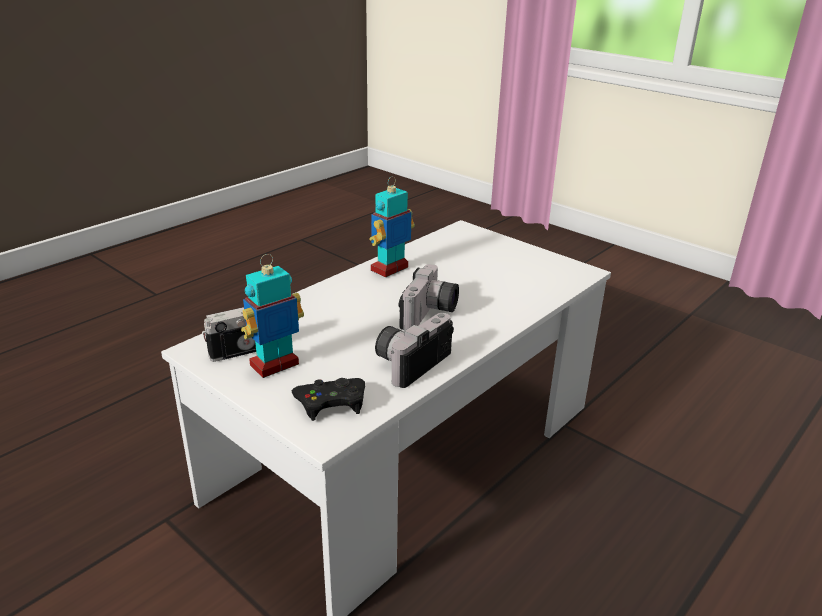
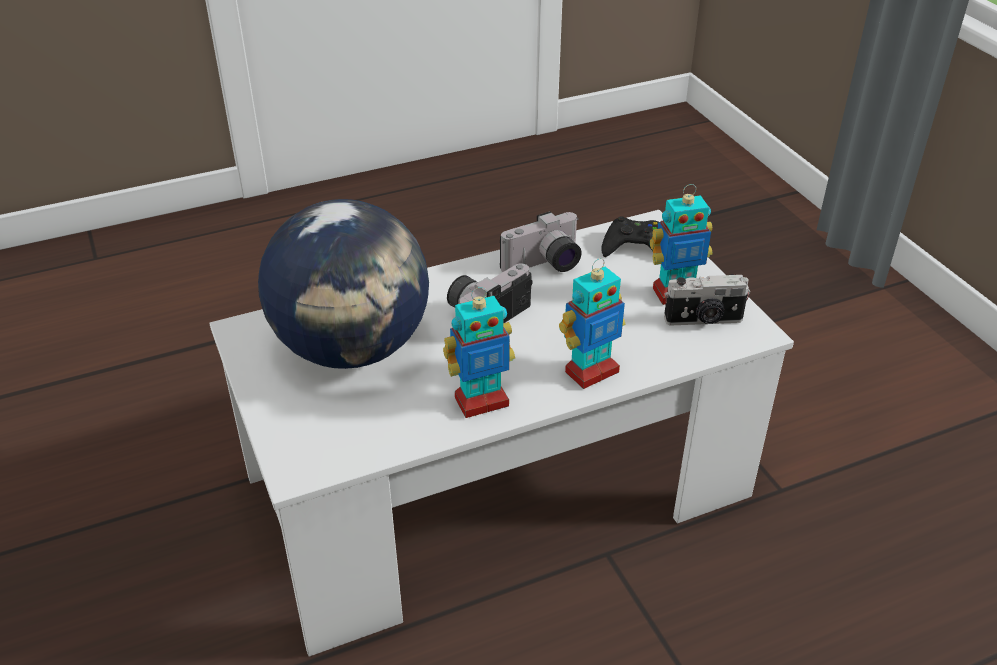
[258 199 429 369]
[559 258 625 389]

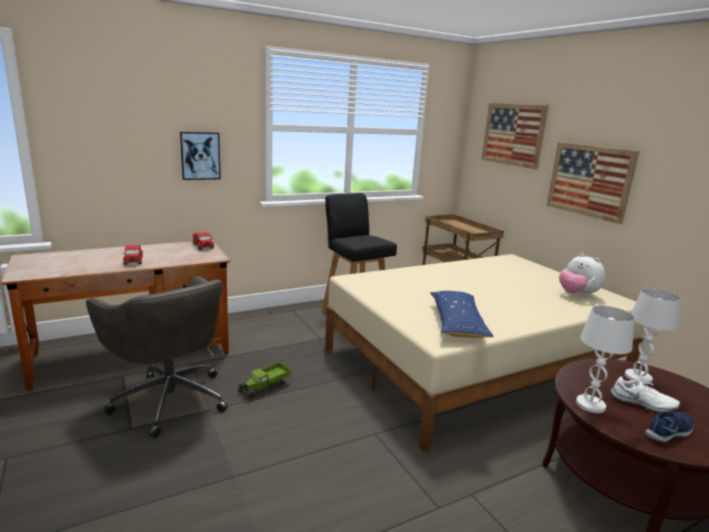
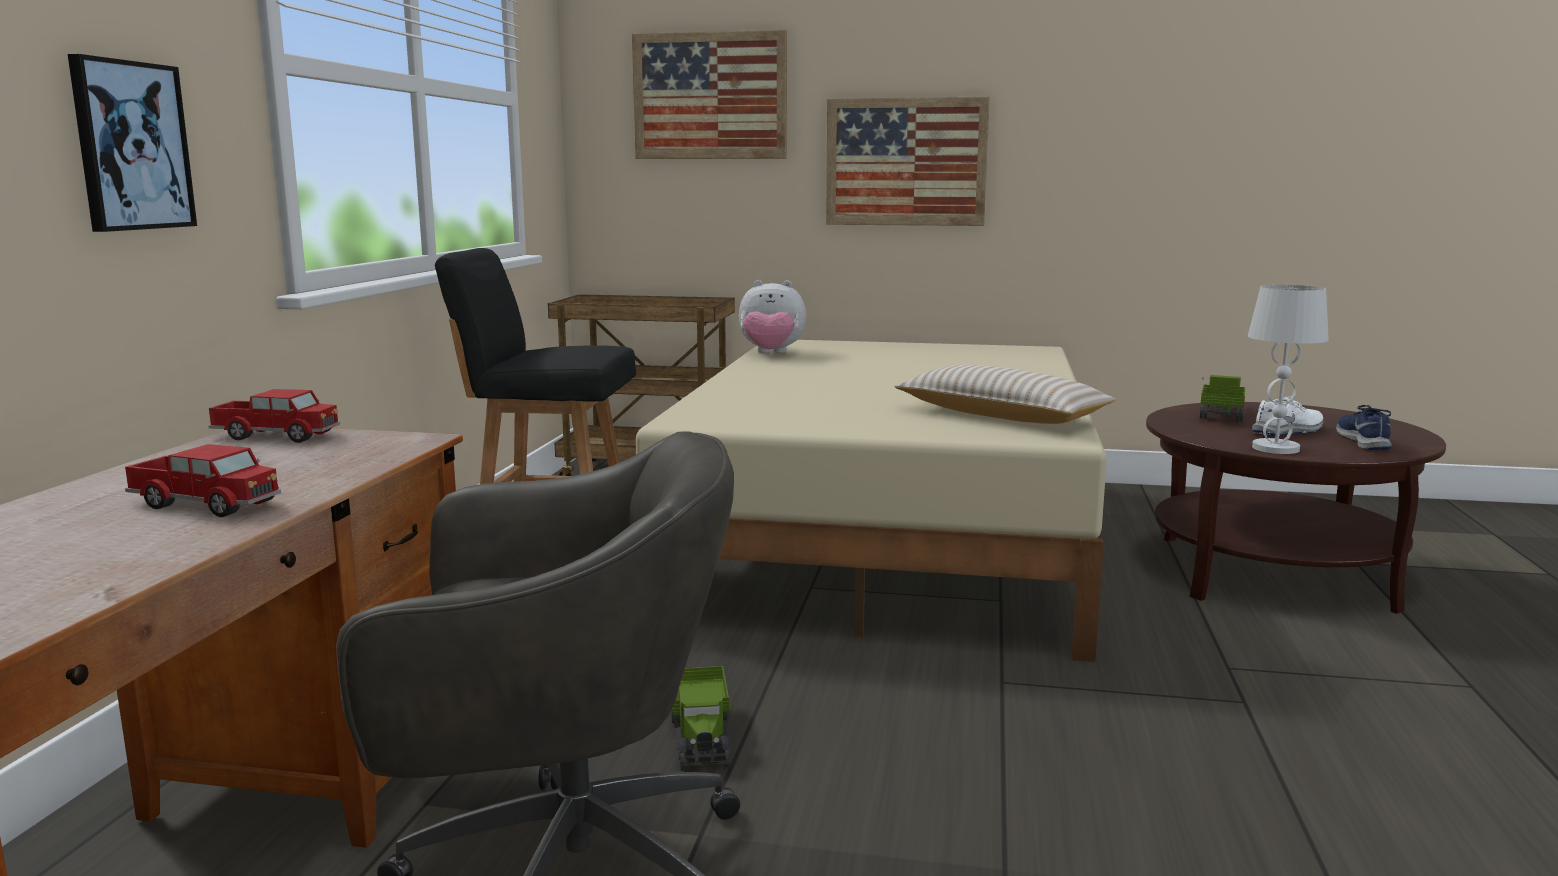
[739 280 806 353]
[1200 375 1245 422]
[895 364 1116 424]

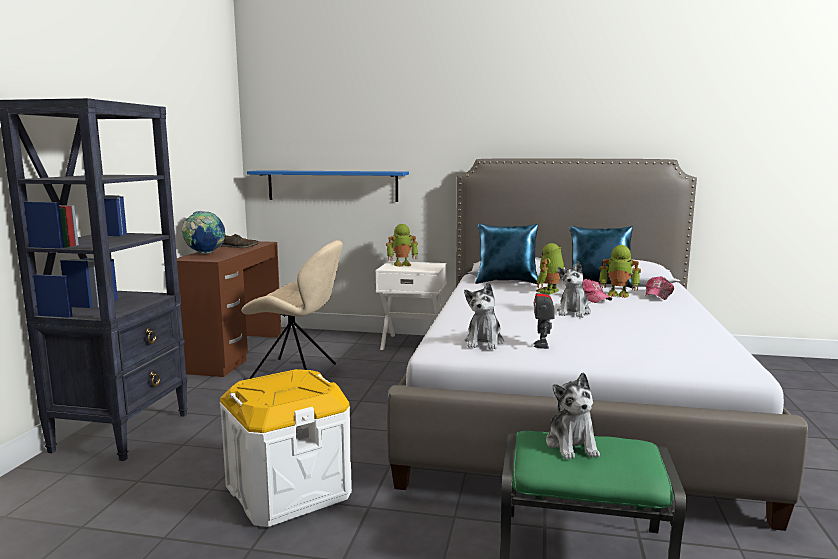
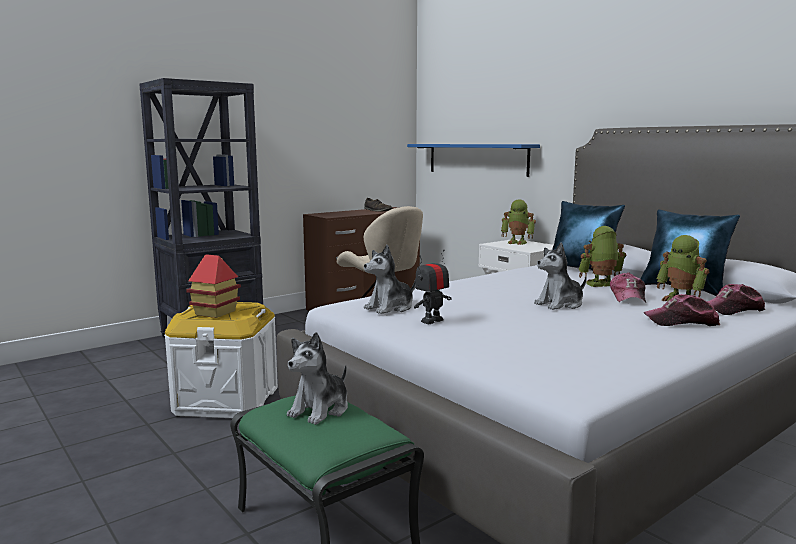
[182 211 225 254] (first image)
[186 254 241 318]
[643 294 720 326]

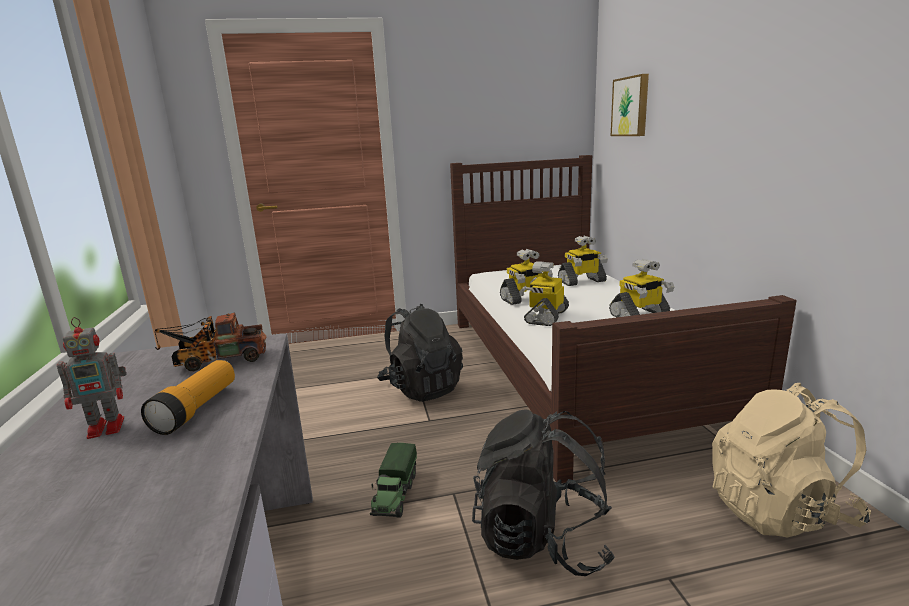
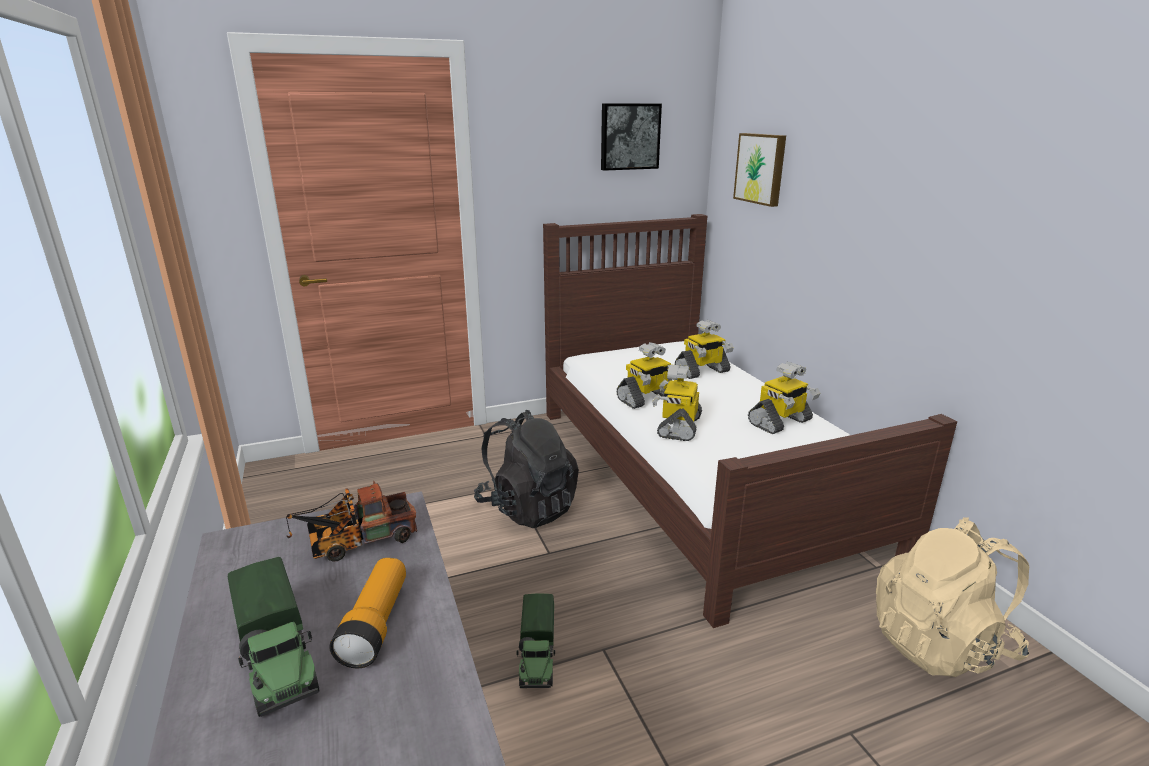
[228 557 319 717]
[472 409 615 576] (first image)
[601 104 662 171]

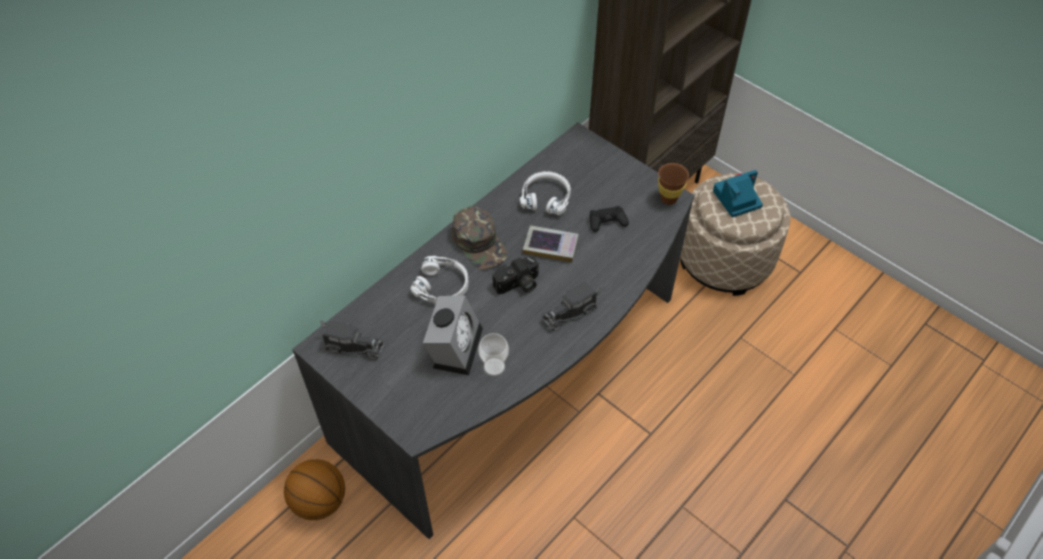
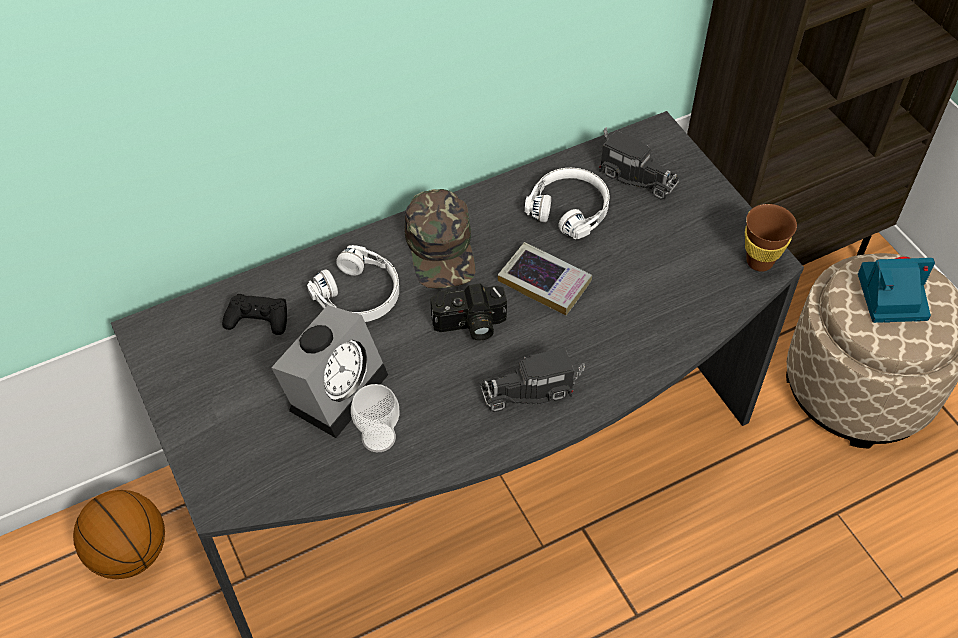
[222 294 287 335]
[599 127 679 200]

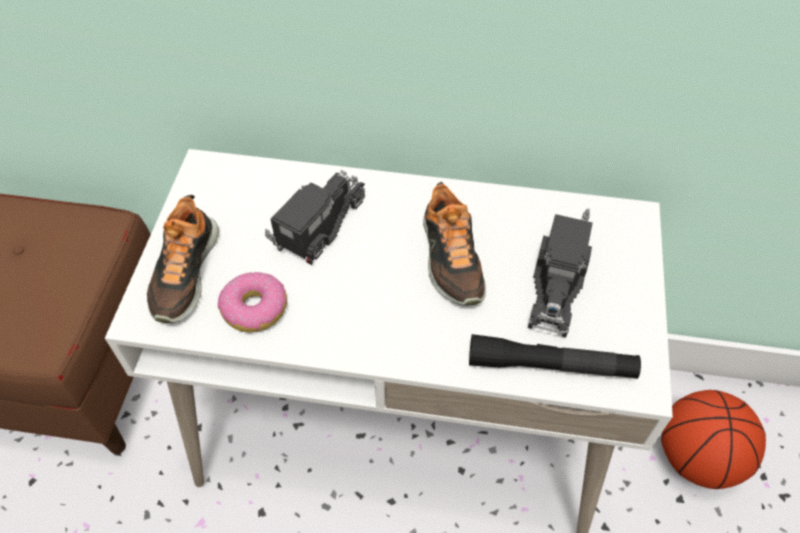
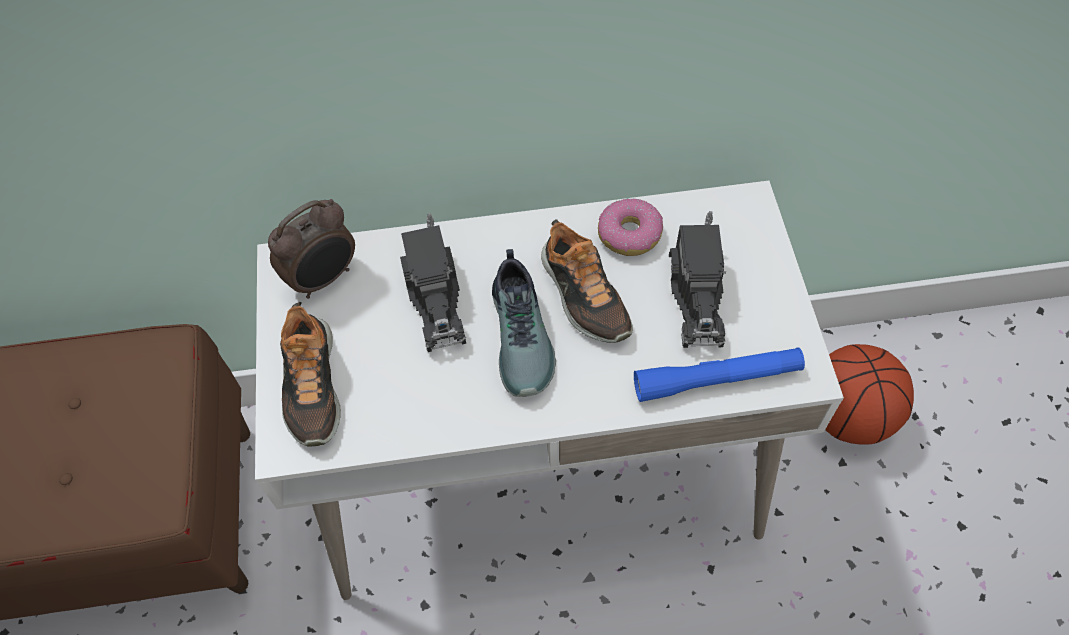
[400 213 466 352]
[598 198 663 256]
[634 347 805 402]
[268 199 355 299]
[492 249 556 397]

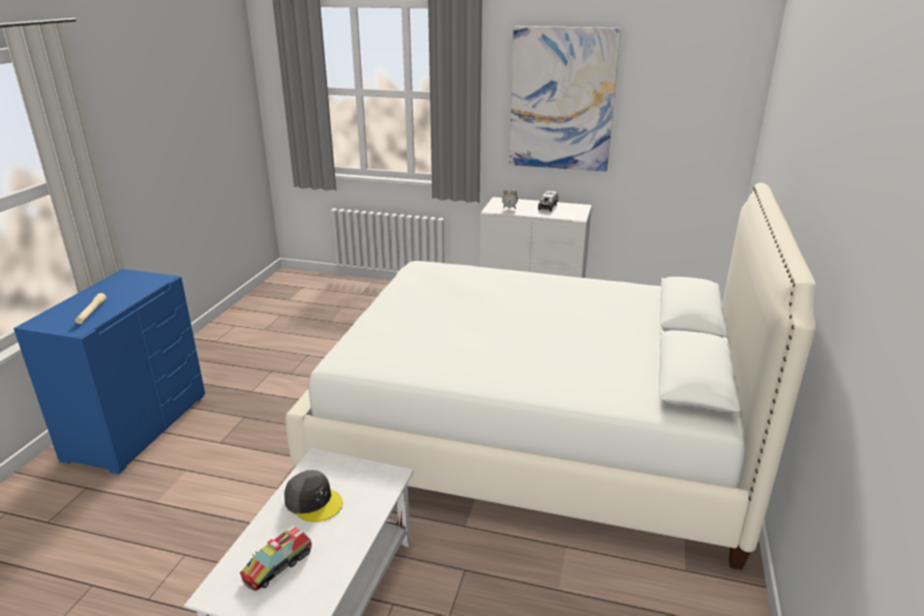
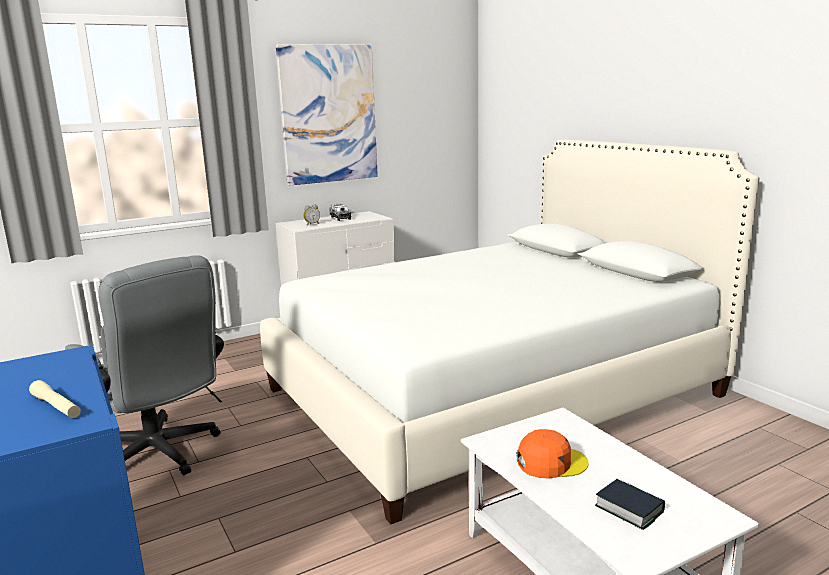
[517 429 588 479]
[595 479 665 530]
[65 255 224 476]

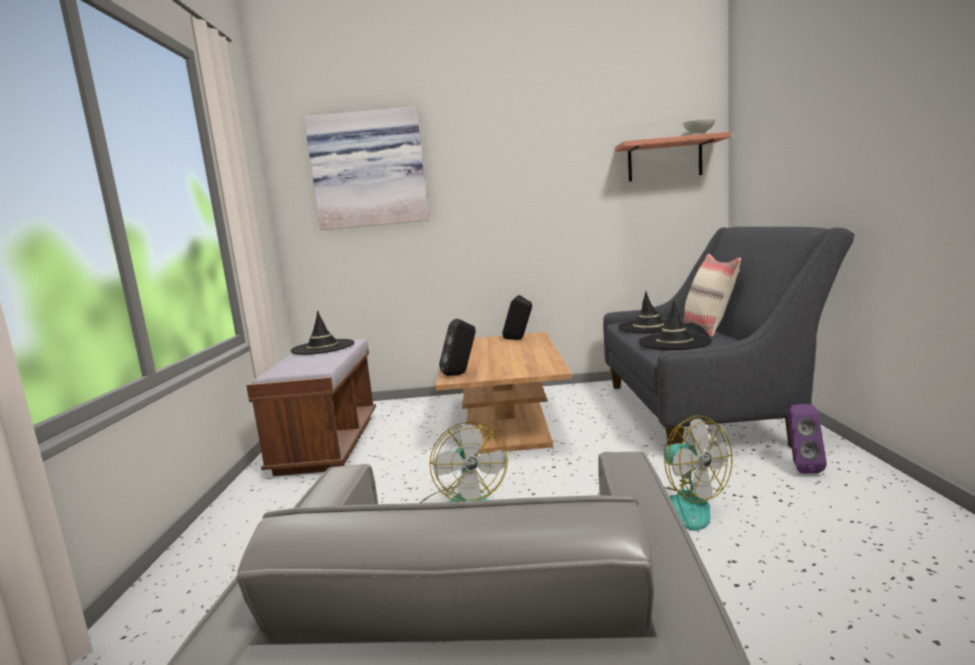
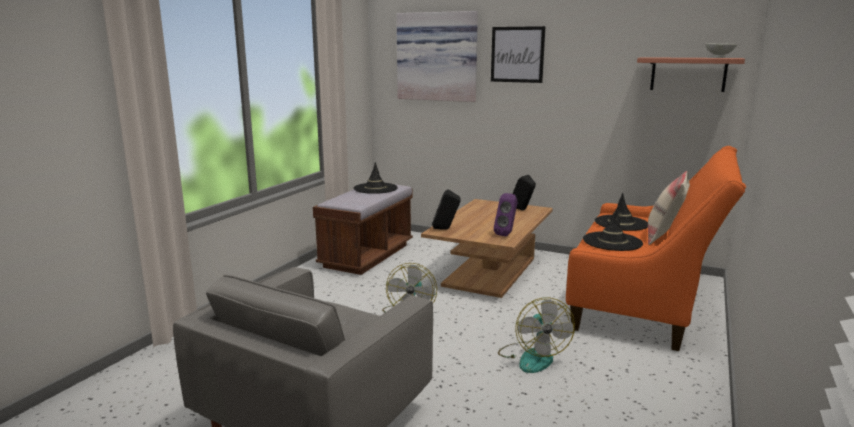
[566 146 746 351]
[493 193 518 236]
[491 26 546 83]

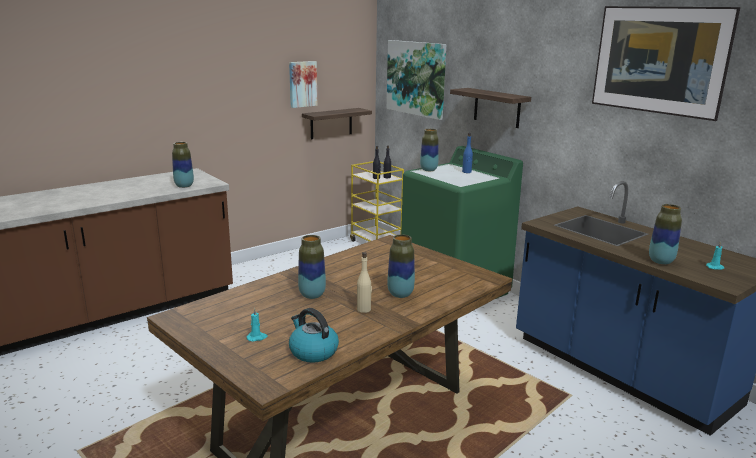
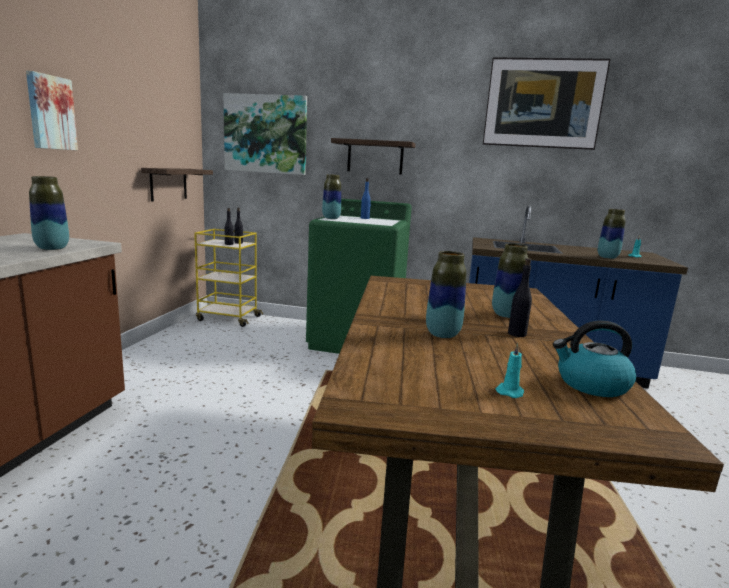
[26 71 78 150]
[508 258 532 337]

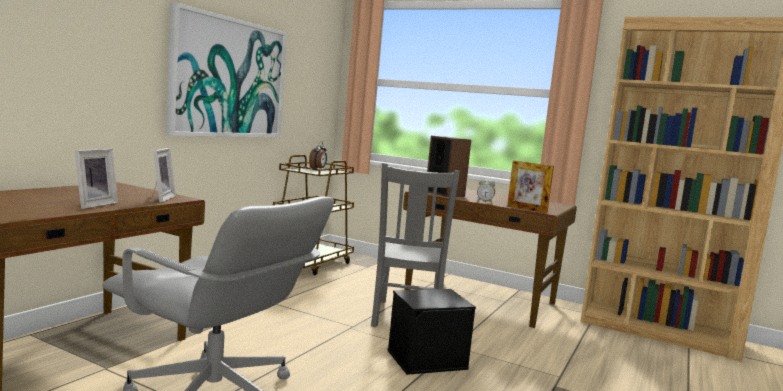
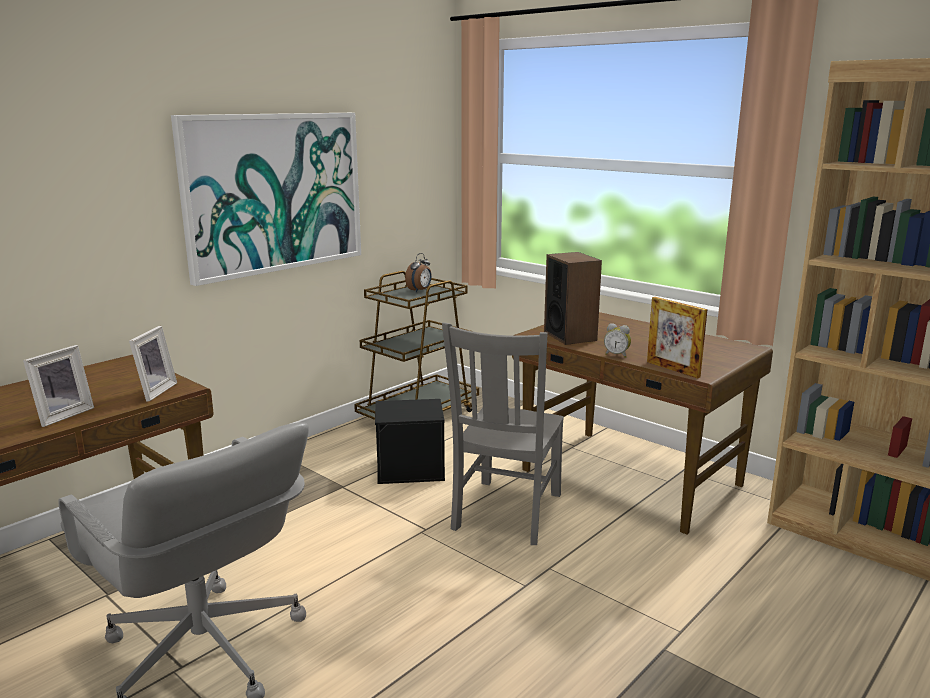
[375 399 445 484]

